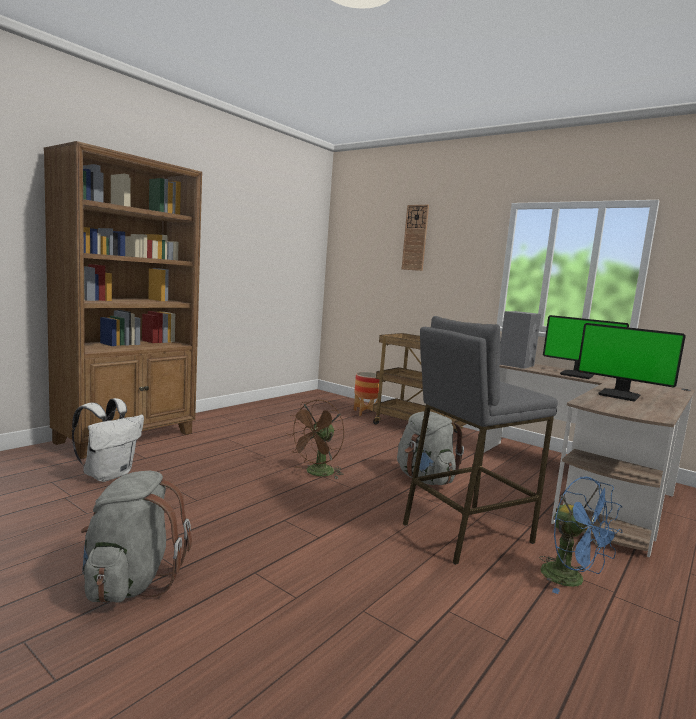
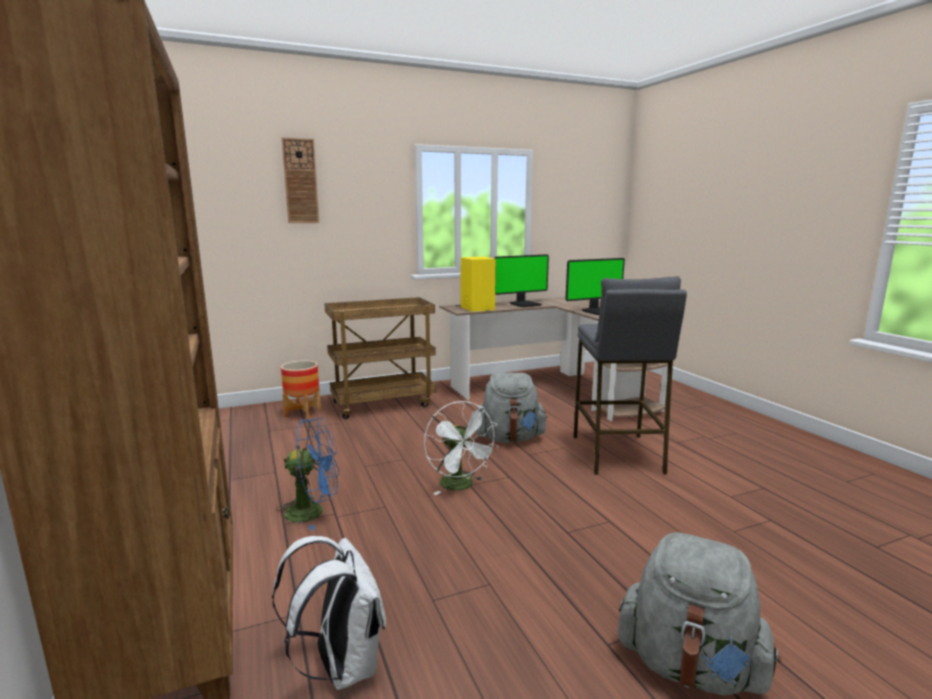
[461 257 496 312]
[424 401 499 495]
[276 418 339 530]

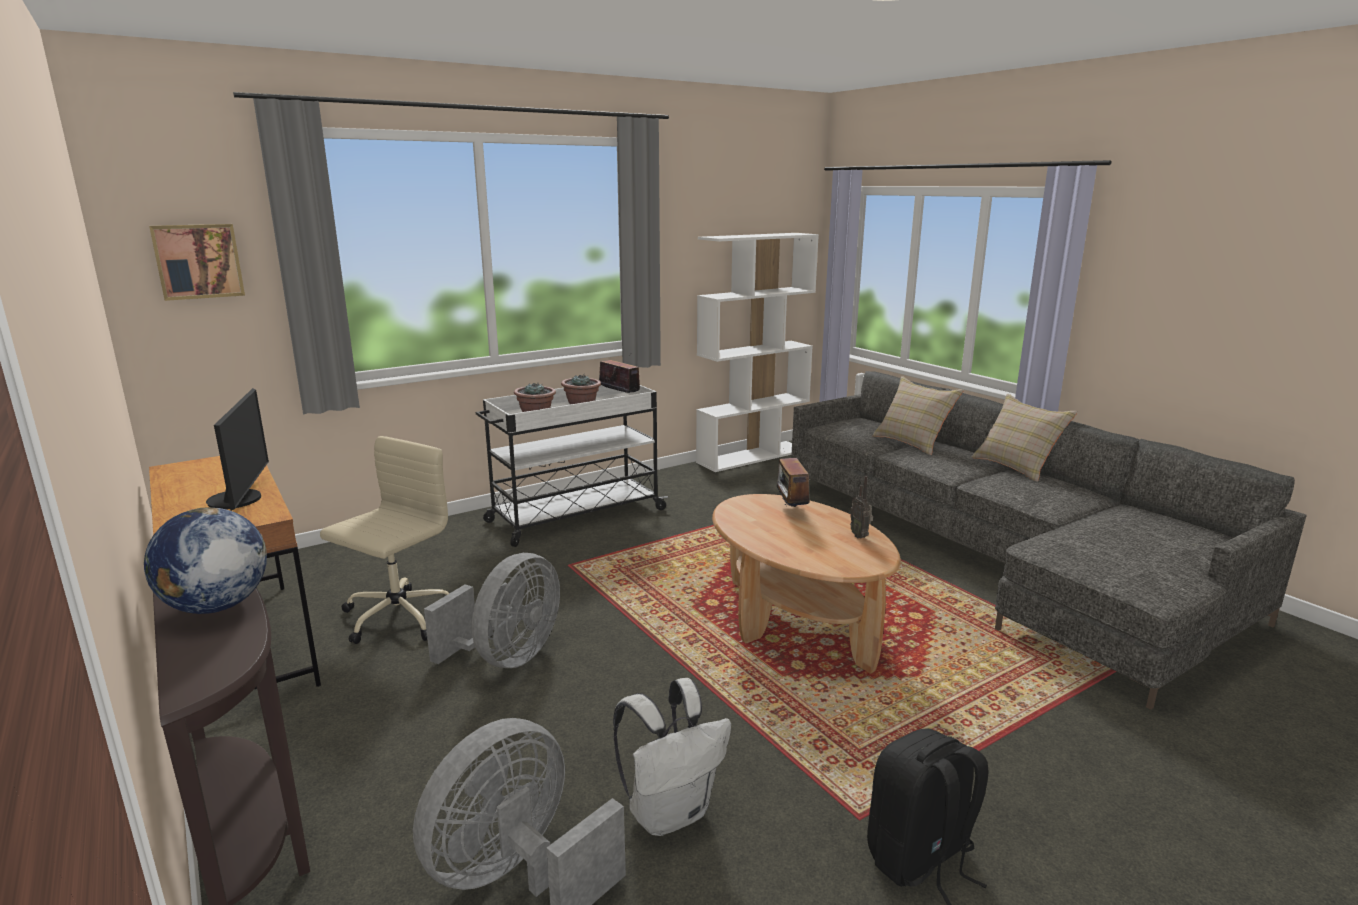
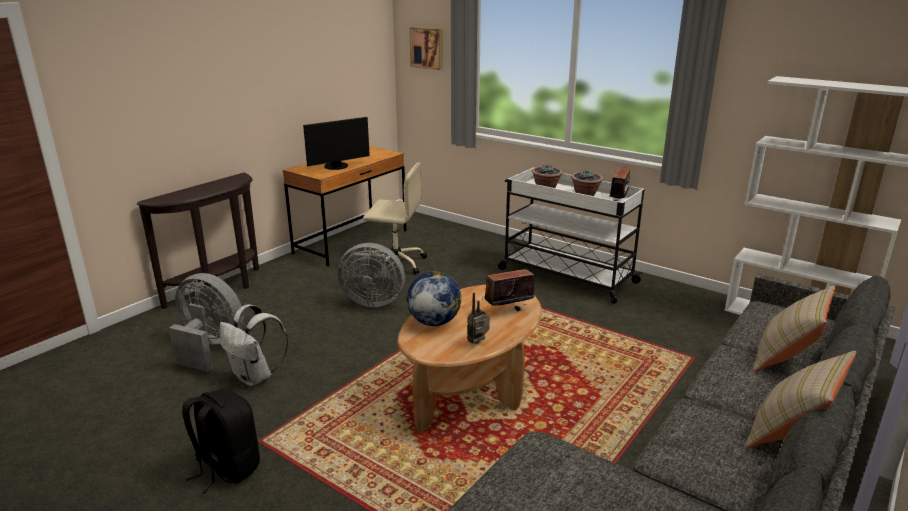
[407 271 461 326]

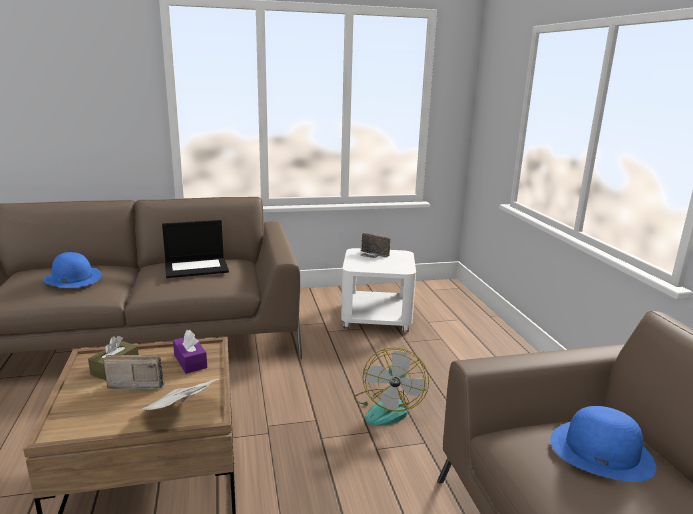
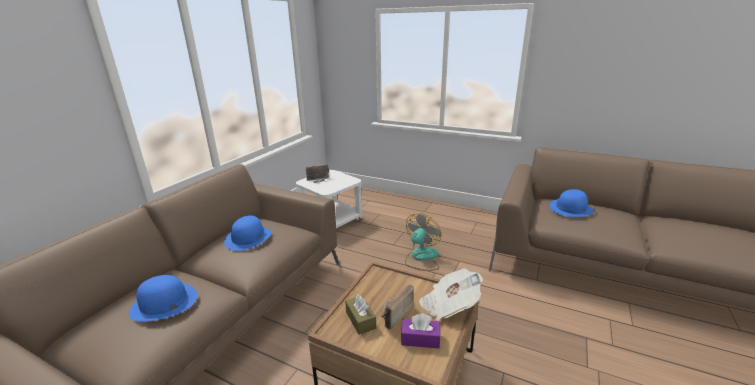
[224 215 271 251]
[401 313 440 349]
[405 213 441 271]

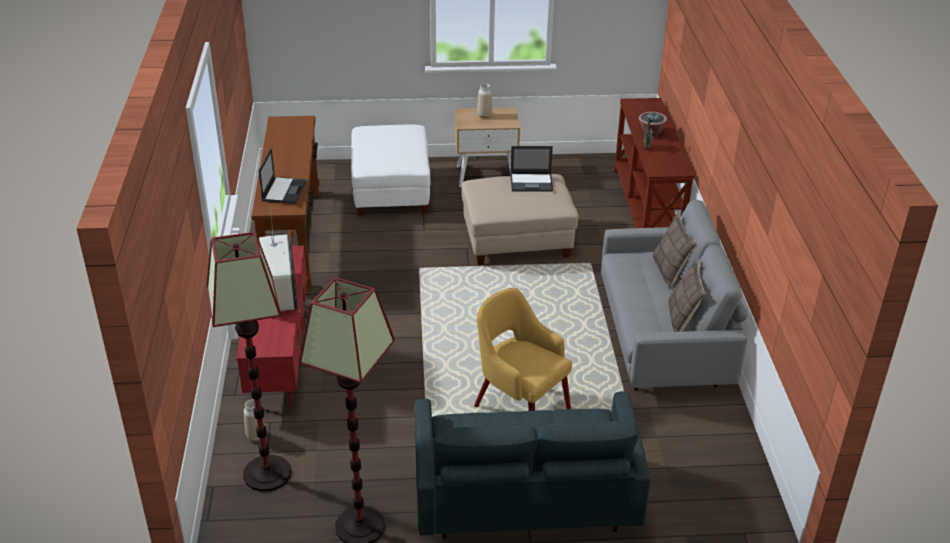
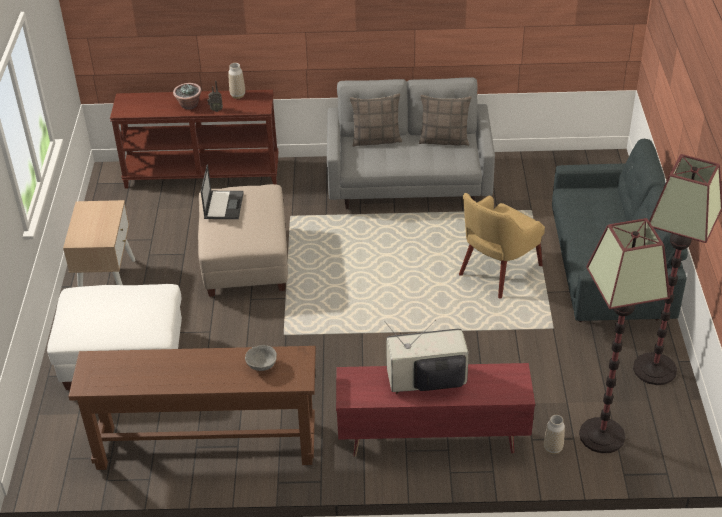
[228 63 245 99]
[245 345 277 371]

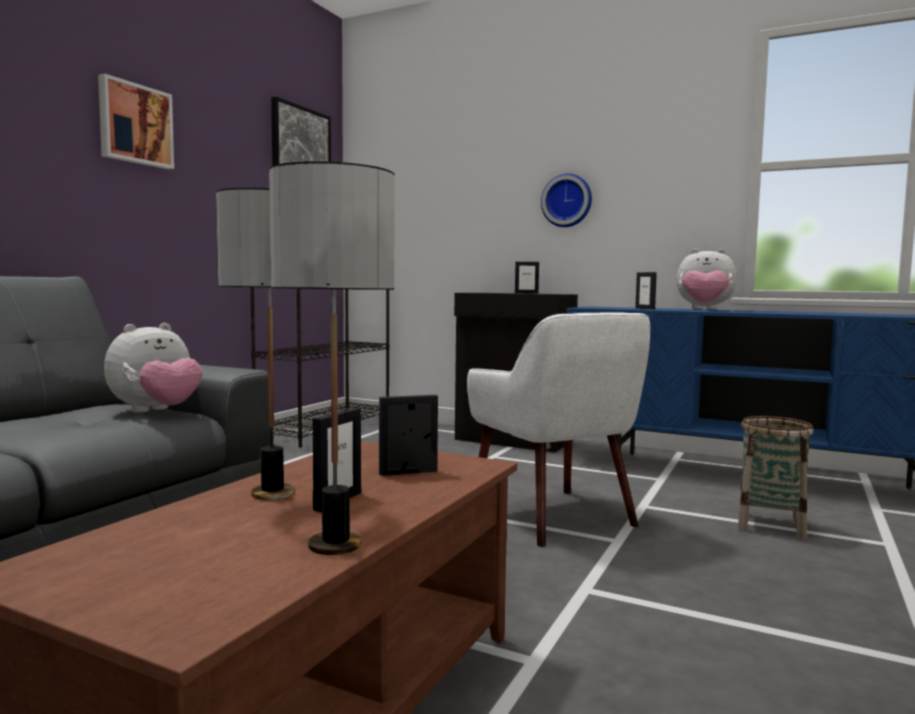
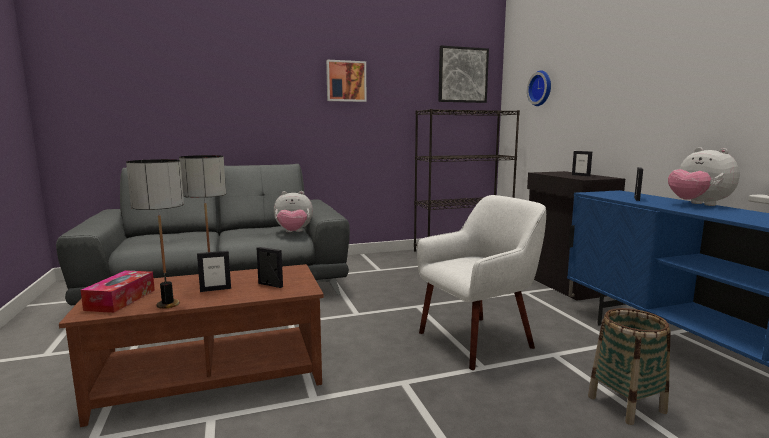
[527 70 551 106]
[417 195 546 370]
[81 270 155 313]

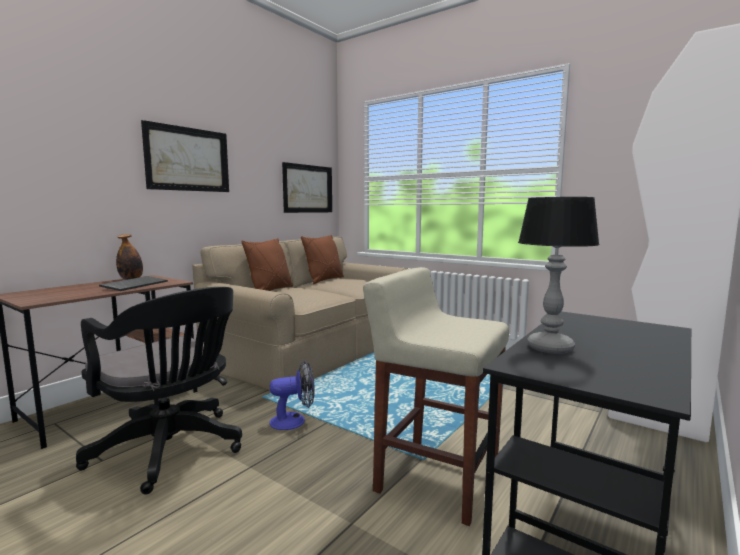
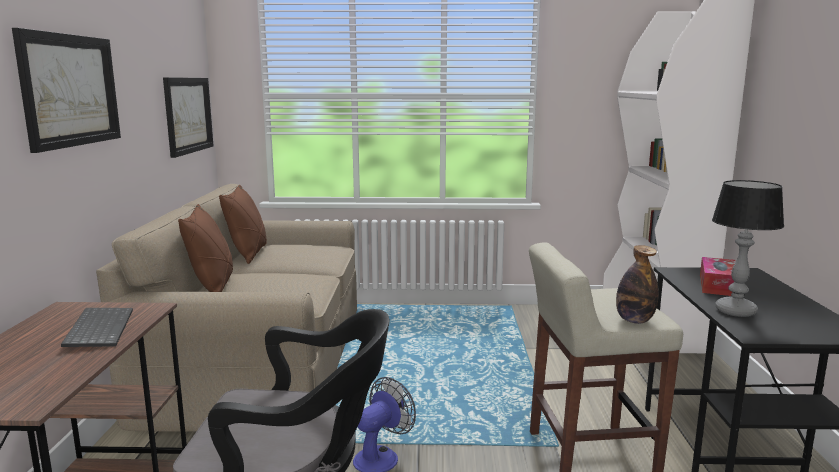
[616 245 659 324]
[700 257 736 296]

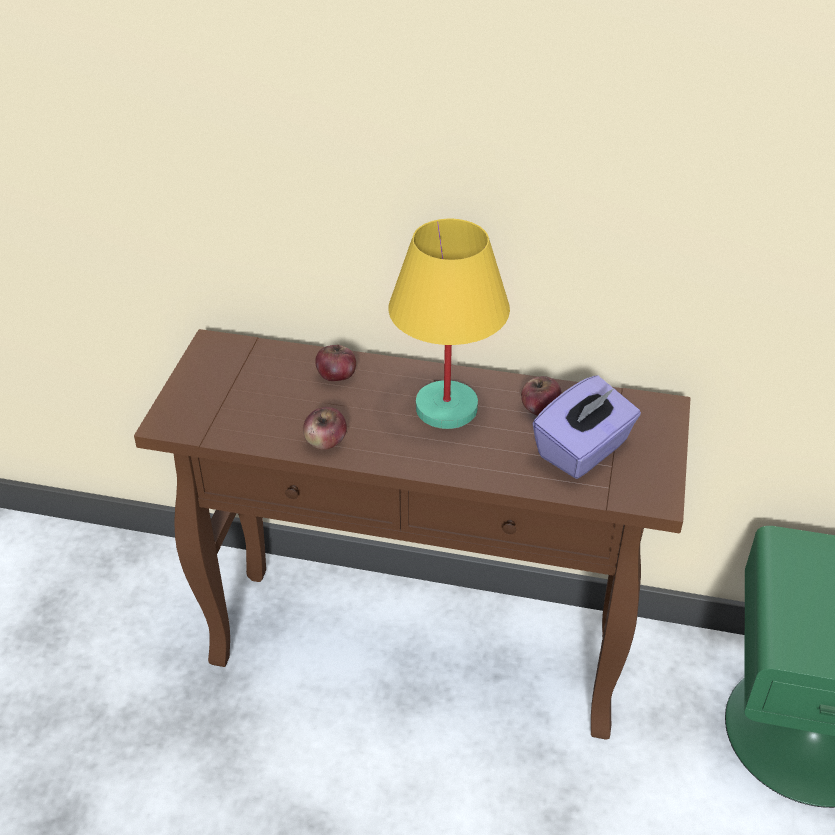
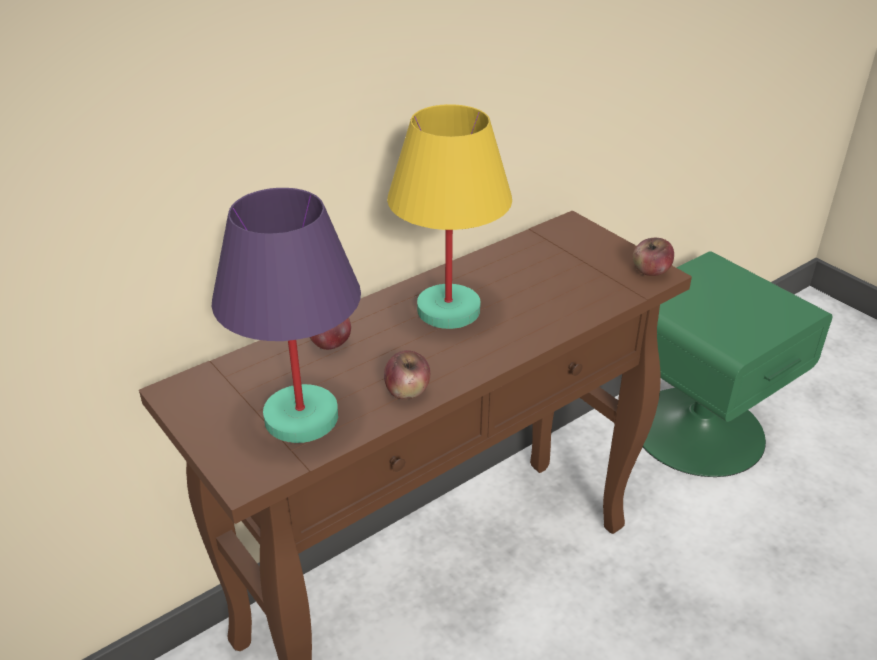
[633 238 674 276]
[533 376 641 479] (first image)
[212 188 361 443]

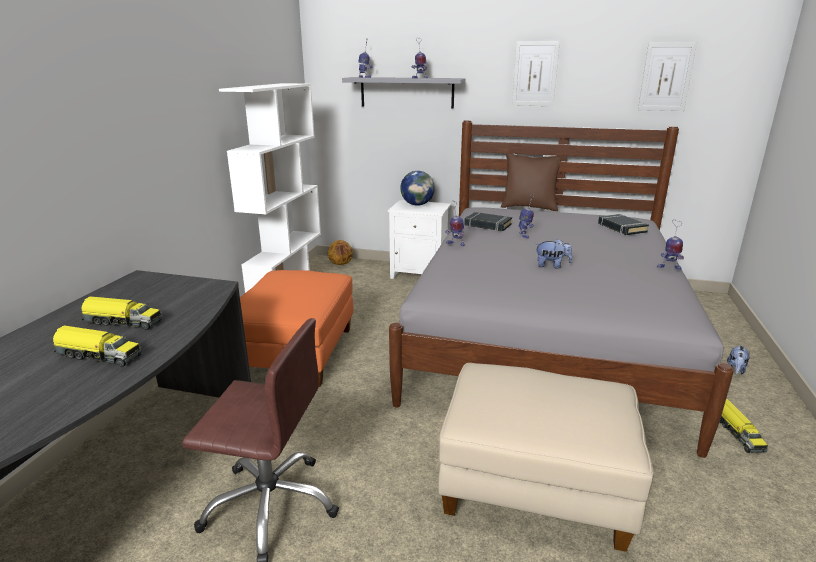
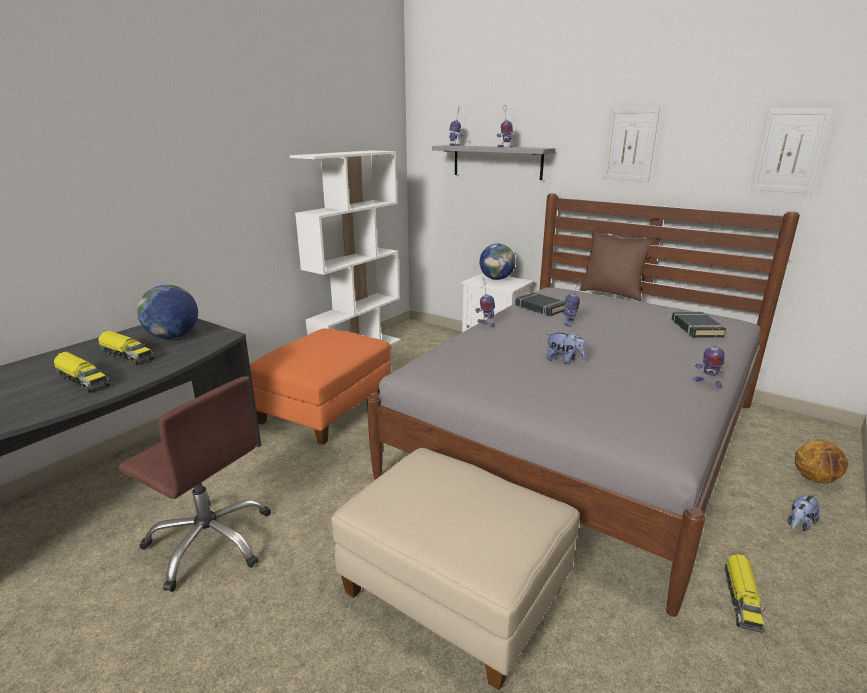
[795 440 848 483]
[137 285 198 339]

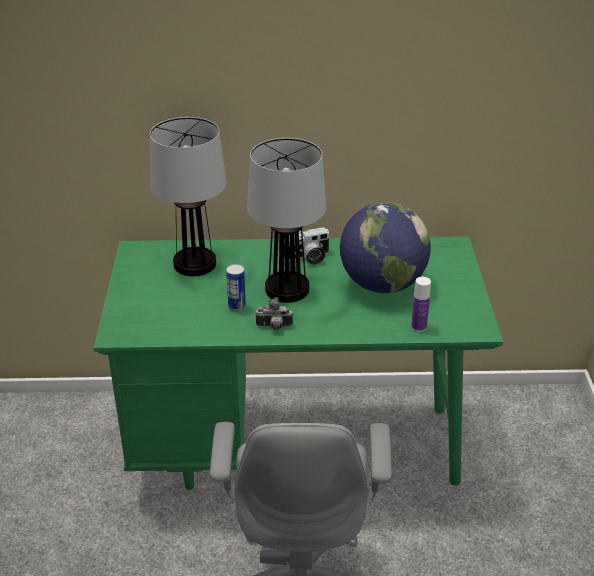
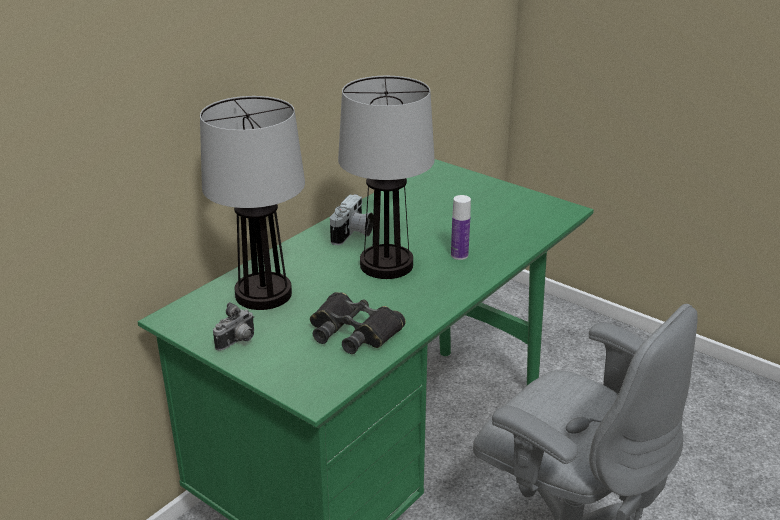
[340 202 431 293] (first image)
[226 264 246 311] (first image)
[451 195 471 260]
[213 302 254 350]
[310 292 406 354]

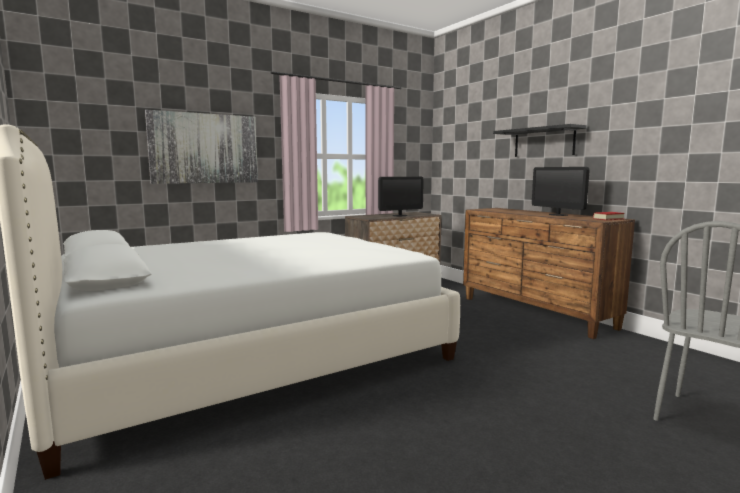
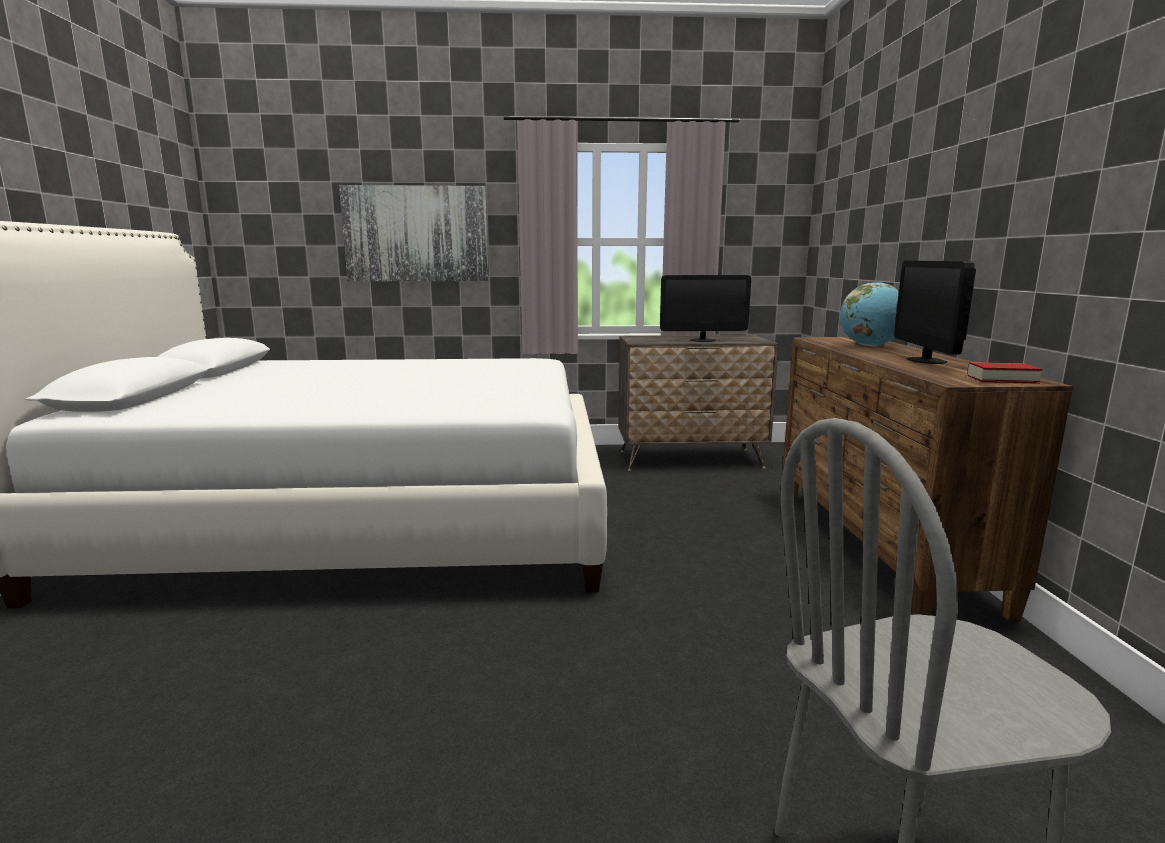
[493 124 587 157] (first image)
[840 282 899 346]

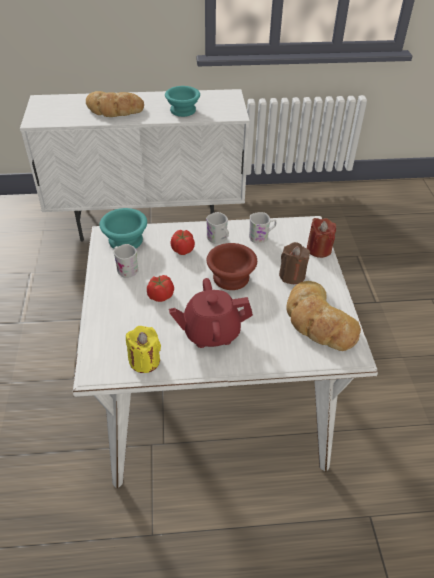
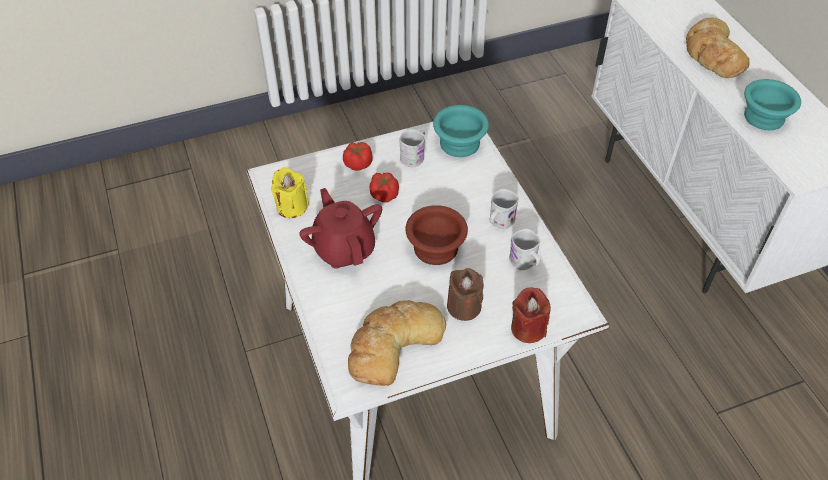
[343 142 373 171]

